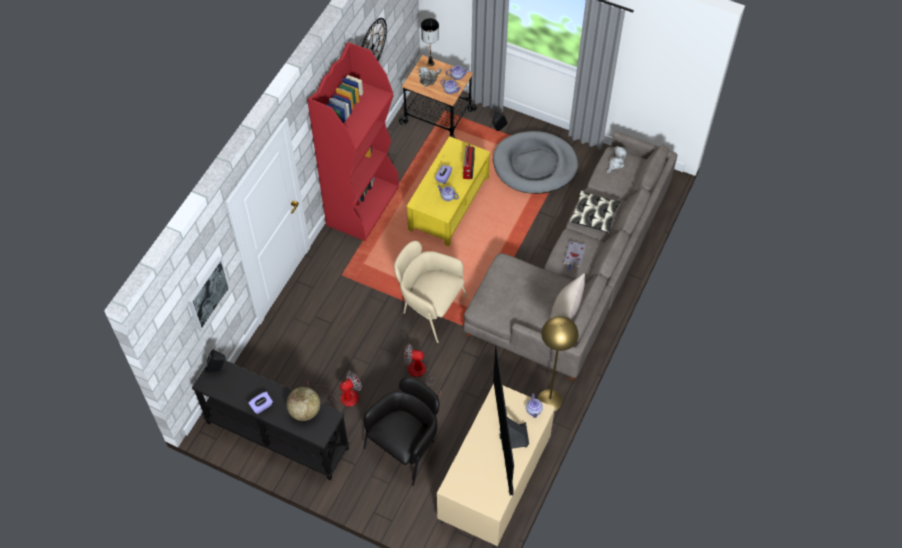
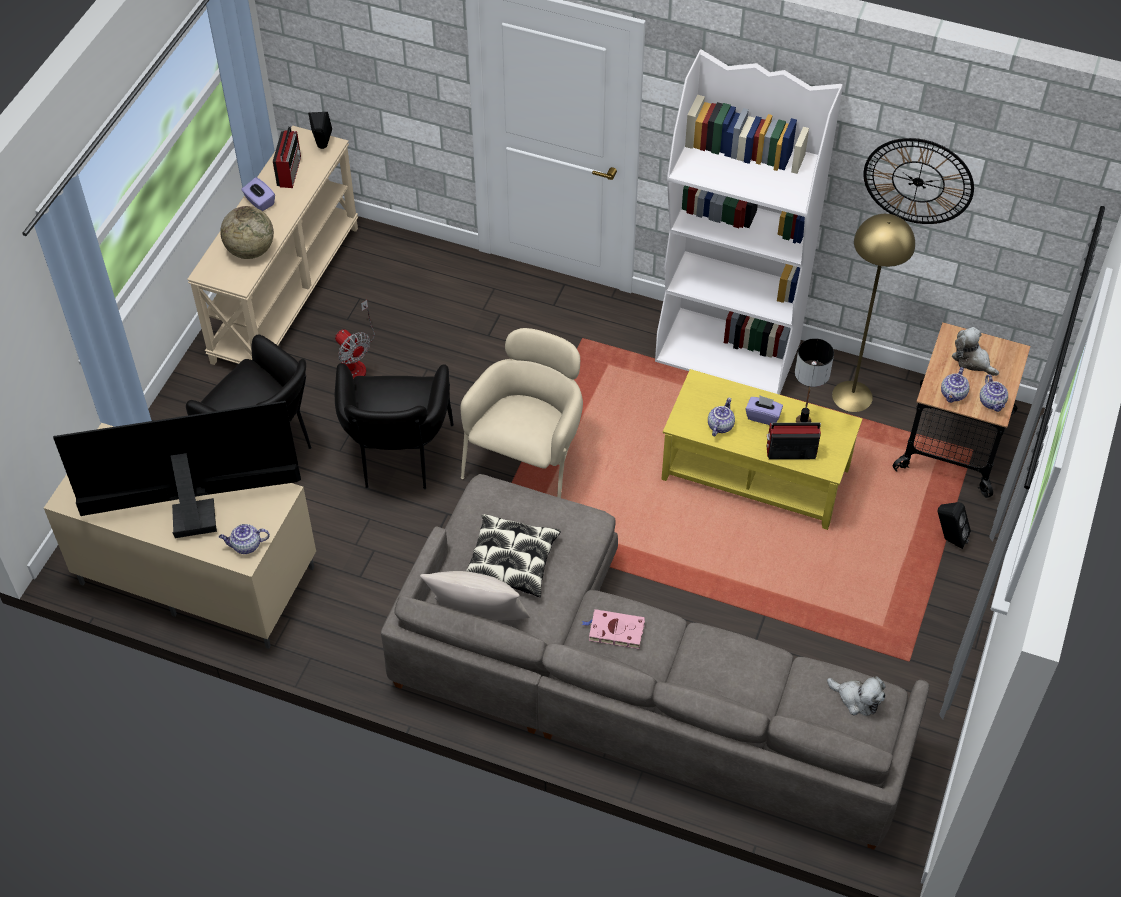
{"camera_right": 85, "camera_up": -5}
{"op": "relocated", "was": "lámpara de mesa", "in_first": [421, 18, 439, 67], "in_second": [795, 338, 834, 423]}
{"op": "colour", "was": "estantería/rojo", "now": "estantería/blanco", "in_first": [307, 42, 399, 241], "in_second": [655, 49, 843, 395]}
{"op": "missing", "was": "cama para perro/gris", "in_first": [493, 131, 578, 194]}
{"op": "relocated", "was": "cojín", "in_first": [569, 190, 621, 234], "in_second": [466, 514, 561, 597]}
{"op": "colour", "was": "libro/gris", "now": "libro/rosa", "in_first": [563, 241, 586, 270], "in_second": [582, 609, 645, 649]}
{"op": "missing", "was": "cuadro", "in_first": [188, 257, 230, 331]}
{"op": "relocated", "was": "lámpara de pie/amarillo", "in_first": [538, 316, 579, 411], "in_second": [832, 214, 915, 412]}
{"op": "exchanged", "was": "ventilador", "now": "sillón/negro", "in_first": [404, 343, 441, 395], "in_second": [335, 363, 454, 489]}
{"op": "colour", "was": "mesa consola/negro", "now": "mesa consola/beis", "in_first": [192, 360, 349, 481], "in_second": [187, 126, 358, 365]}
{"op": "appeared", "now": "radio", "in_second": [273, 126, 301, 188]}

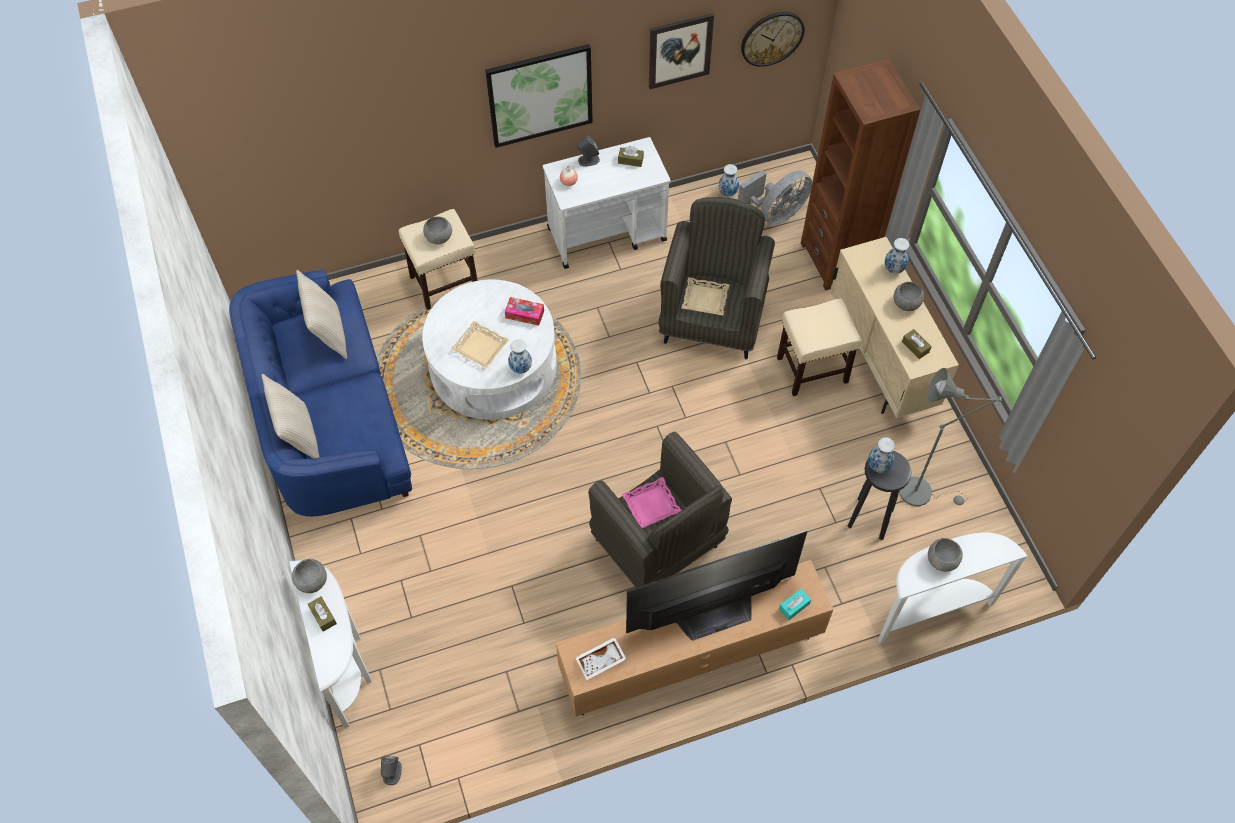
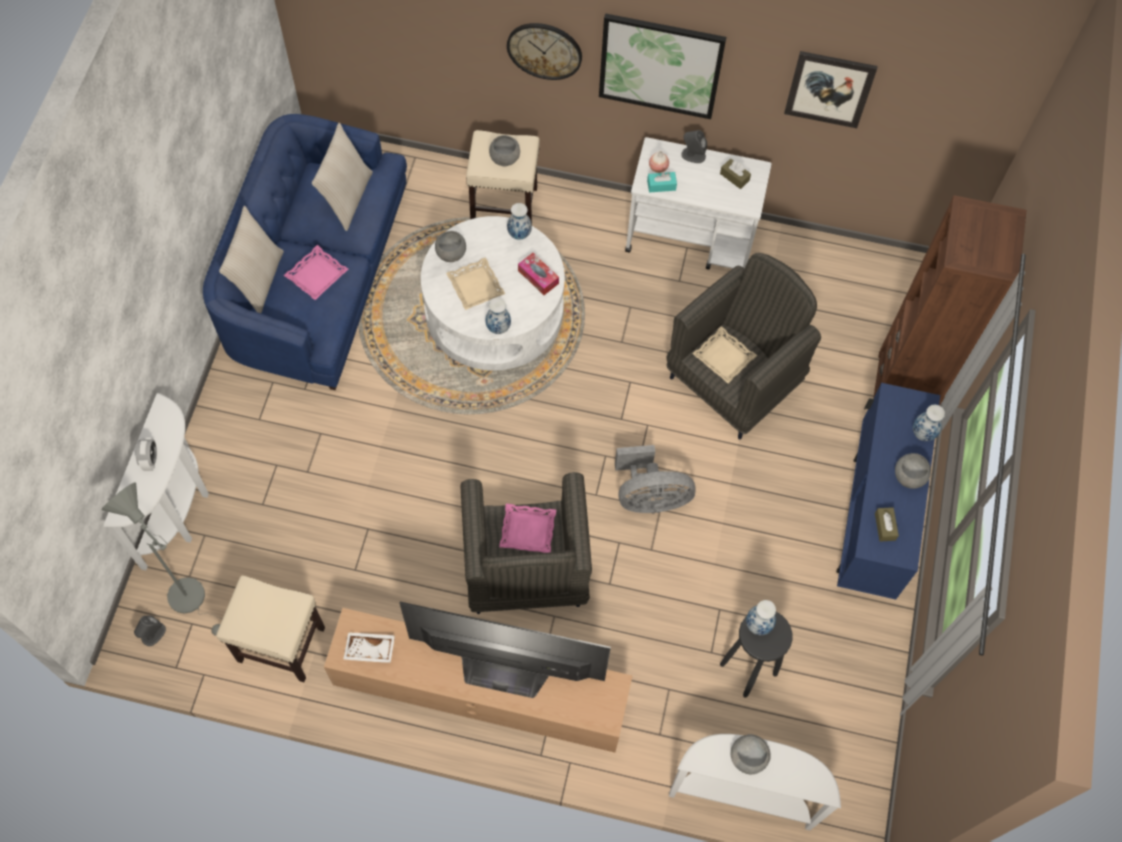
{"camera_right": 30, "camera_up": 5}
{"op": "relocated", "was": "reloj de pared", "in_first": [741, 12, 804, 67], "in_second": [507, 23, 582, 80]}
{"op": "relocated", "was": "florero", "in_first": [719, 164, 739, 196], "in_second": [507, 203, 532, 240]}
{"op": "relocated", "was": "ventilador/gris", "in_first": [738, 170, 812, 225], "in_second": [615, 445, 695, 514]}
{"op": "colour", "was": "armario/beis", "now": "armario/azul", "in_first": [830, 237, 959, 419], "in_second": [836, 383, 940, 600]}
{"op": "relocated", "was": "taburete/beis", "in_first": [777, 298, 862, 396], "in_second": [216, 575, 325, 682]}
{"op": "relocated", "was": "lámpara de pie/gris", "in_first": [899, 368, 1002, 506], "in_second": [102, 482, 221, 636]}
{"op": "relocated", "was": "cuenco/gris", "in_first": [292, 559, 327, 593], "in_second": [435, 231, 466, 262]}
{"op": "relocated", "was": "caja de pañuelos/turquesa", "in_first": [779, 589, 811, 620], "in_second": [647, 172, 677, 193]}
{"op": "exchanged", "was": "caja de pañuelos/marrón", "now": "despertador", "in_first": [307, 596, 337, 632], "in_second": [136, 438, 157, 471]}
{"op": "appeared", "now": "bandeja/rosa", "in_second": [284, 245, 348, 300]}

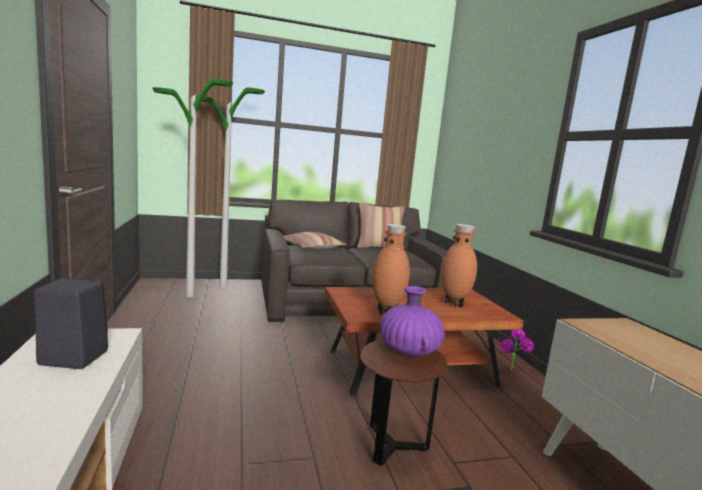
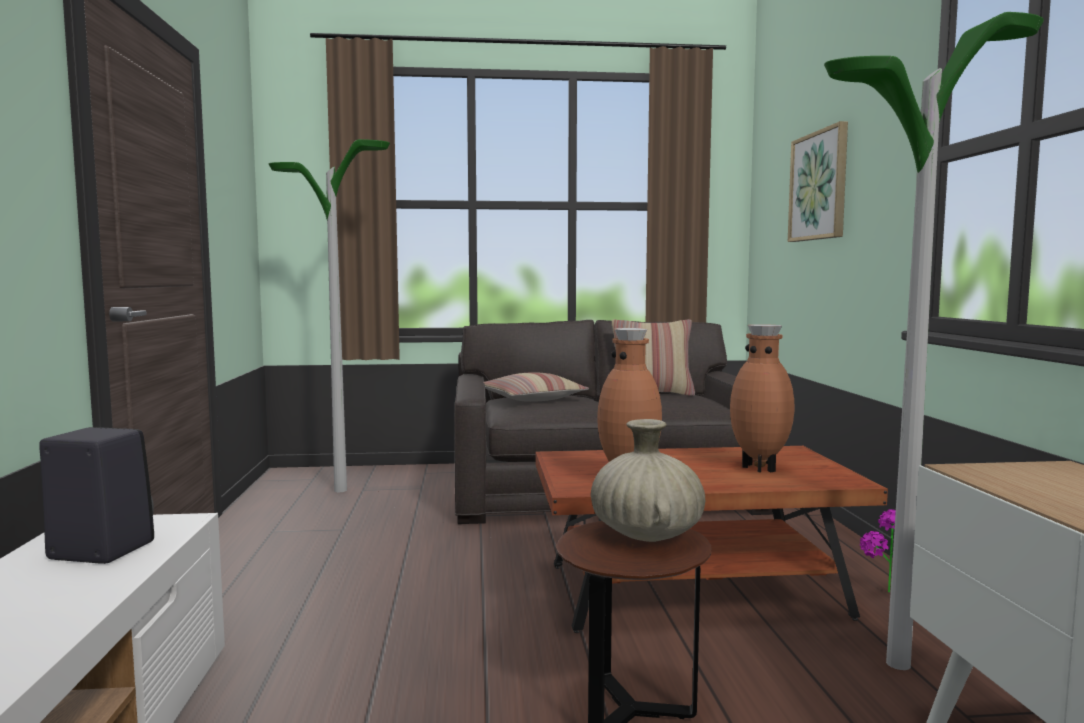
{"camera_right": 10, "camera_up": -5}
{"op": "relocated", "was": "lámpara de pie", "in_first": [197, 87, 265, 288], "in_second": [824, 12, 1044, 670]}
{"op": "colour", "was": "florero/morado", "now": "florero/beis", "in_first": [379, 286, 445, 357], "in_second": [591, 419, 705, 542]}
{"op": "appeared", "now": "cuadro", "in_second": [788, 121, 848, 242]}

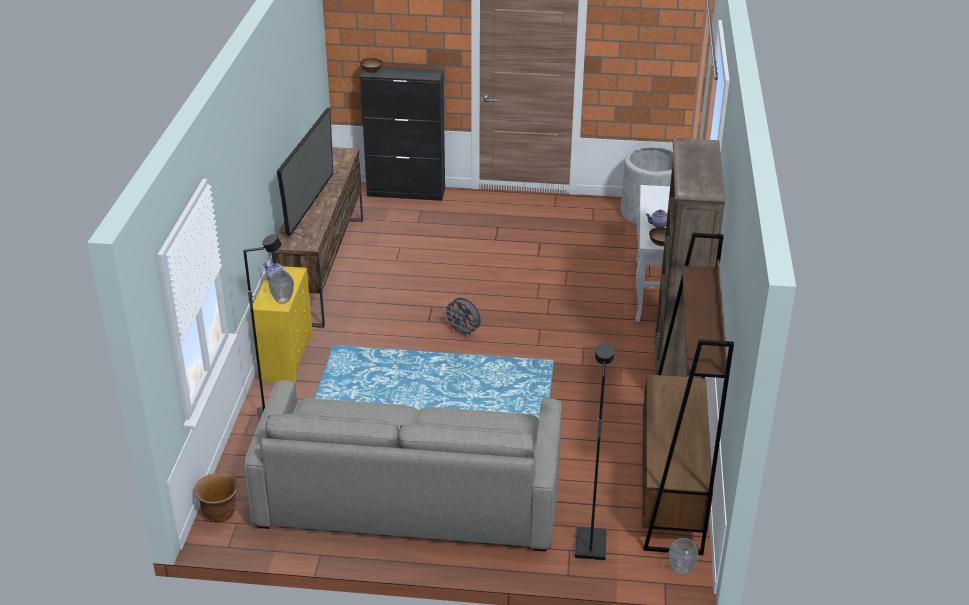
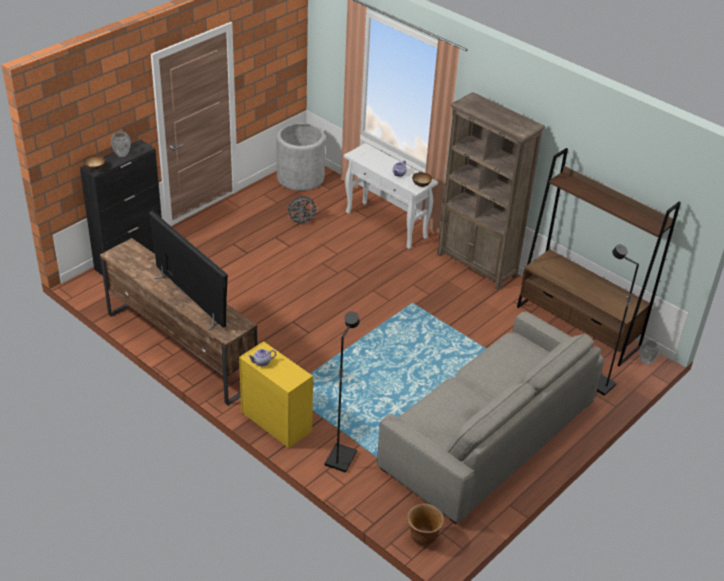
{"camera_right": -55, "camera_up": 5}
{"op": "relocated", "was": "florero", "in_first": [268, 271, 294, 304], "in_second": [111, 131, 131, 157]}
{"op": "relocated", "was": "ventilador/gris", "in_first": [444, 298, 481, 337], "in_second": [287, 197, 318, 225]}

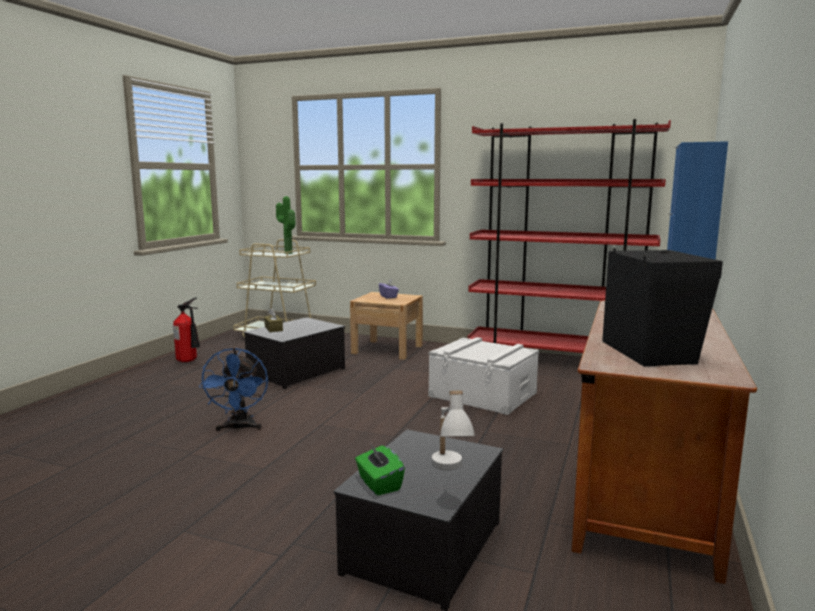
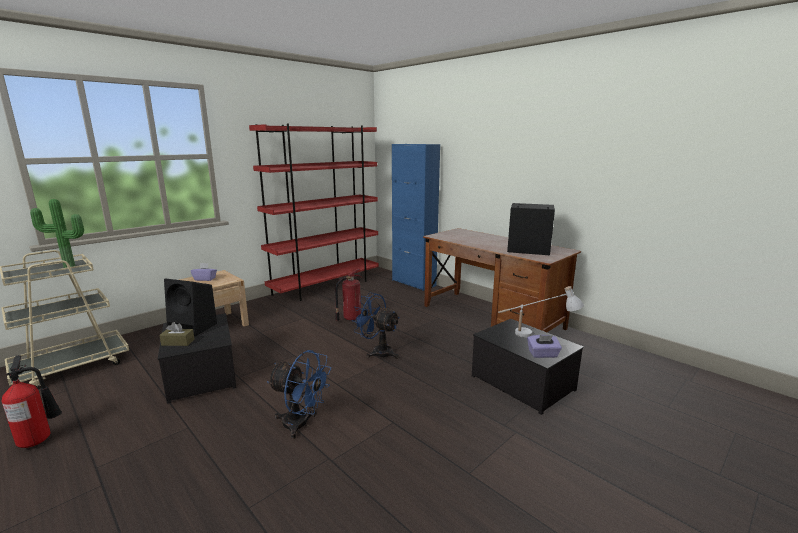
{"camera_right": -65, "camera_up": 5}
{"op": "exchanged", "was": "caja de almacenaje/blanco", "now": "extintor", "in_first": [428, 337, 539, 415], "in_second": [335, 268, 362, 321]}
{"op": "colour", "was": "caja de pañuelos/verde", "now": "caja de pañuelos/morado", "in_first": [355, 443, 405, 496], "in_second": [527, 335, 562, 358]}
{"op": "appeared", "now": "altavoz/negro", "in_second": [164, 278, 217, 337]}
{"op": "appeared", "now": "ventilador/azul", "in_second": [353, 293, 400, 359]}

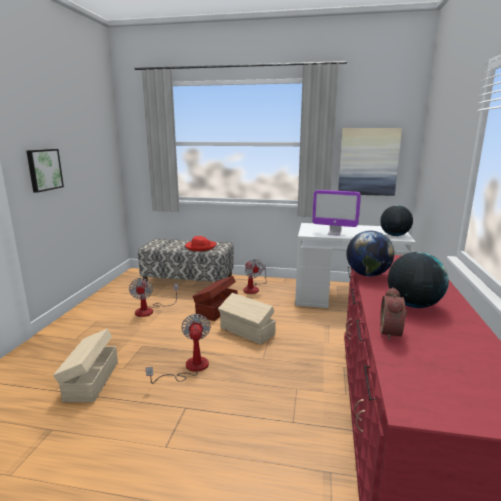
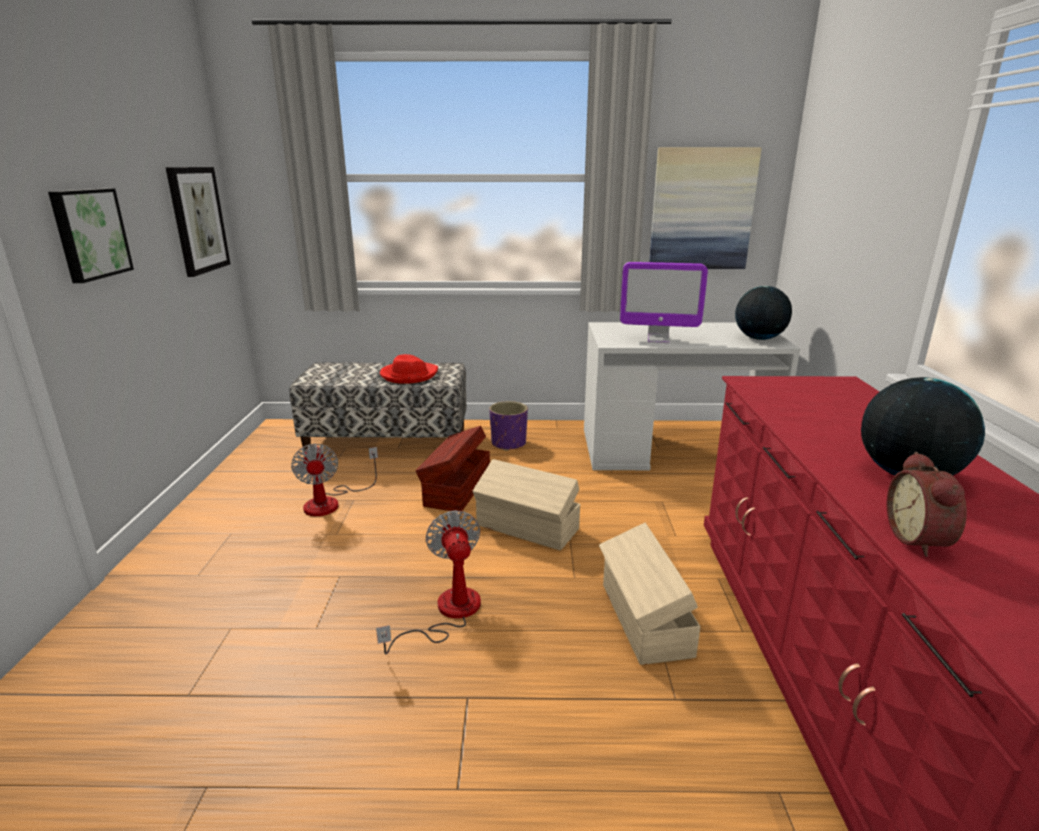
{"camera_right": -10, "camera_up": 5}
{"op": "missing", "was": "globo terráqueo", "in_first": [346, 231, 394, 277]}
{"op": "exchanged", "was": "ventilador", "now": "maceta/morado", "in_first": [243, 259, 267, 294], "in_second": [489, 401, 528, 451]}
{"op": "relocated", "was": "caja de almacenaje/beis", "in_first": [53, 329, 118, 402], "in_second": [599, 523, 700, 665]}
{"op": "appeared", "now": "cuadro", "in_second": [166, 167, 230, 277]}

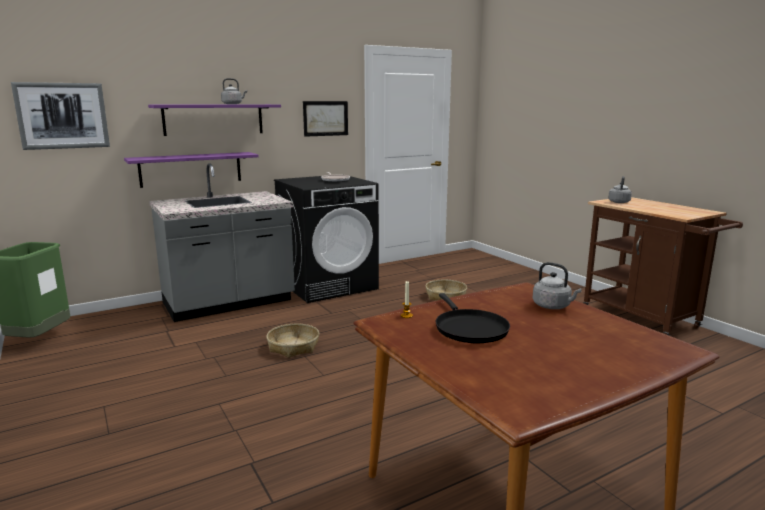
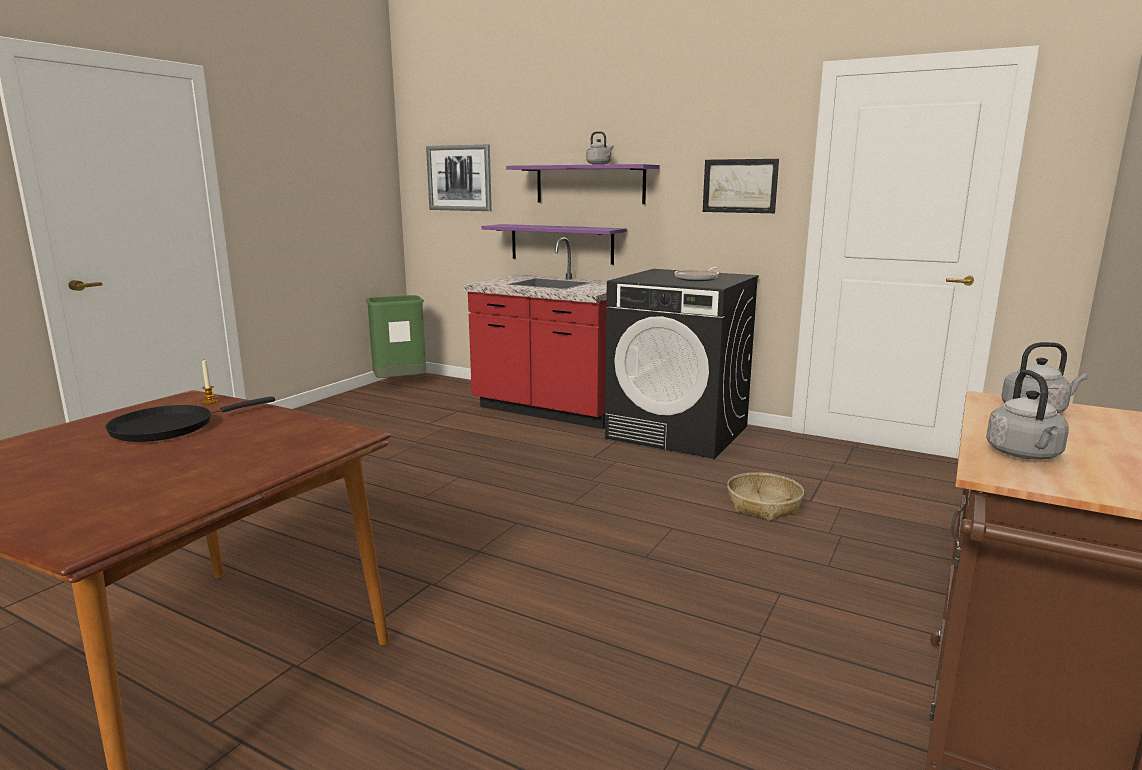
{"camera_right": 60, "camera_up": 0}
{"op": "colour", "was": "mueble bajo de cocina/gris", "now": "mueble bajo de cocina/rojo", "in_first": [149, 163, 295, 322], "in_second": [463, 237, 609, 429]}
{"op": "relocated", "was": "hervidor/gris", "in_first": [533, 262, 582, 309], "in_second": [986, 370, 1069, 460]}
{"op": "missing", "was": "cesta", "in_first": [266, 324, 319, 358]}

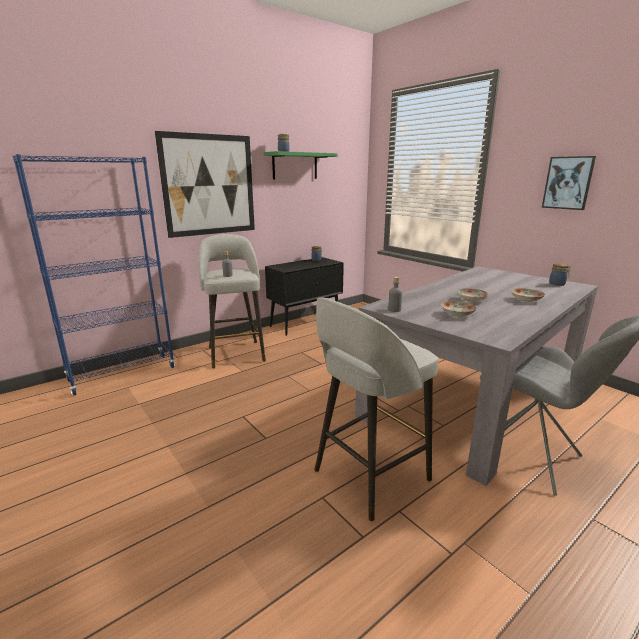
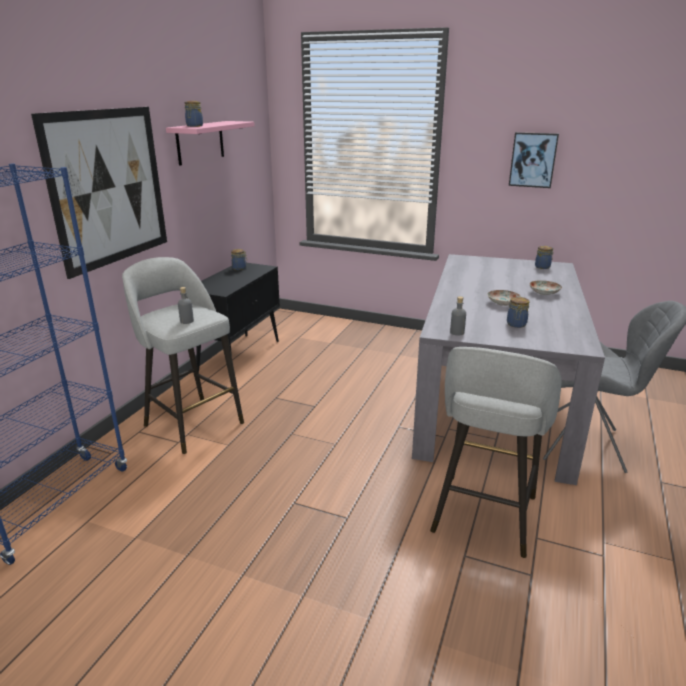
{"camera_right": -30, "camera_up": 5}
{"op": "colour", "was": "estante/verde", "now": "estante/rosa", "in_first": [264, 151, 338, 179], "in_second": [166, 121, 255, 166]}
{"op": "exchanged", "was": "plato", "now": "tarro", "in_first": [441, 301, 477, 317], "in_second": [507, 297, 530, 328]}

